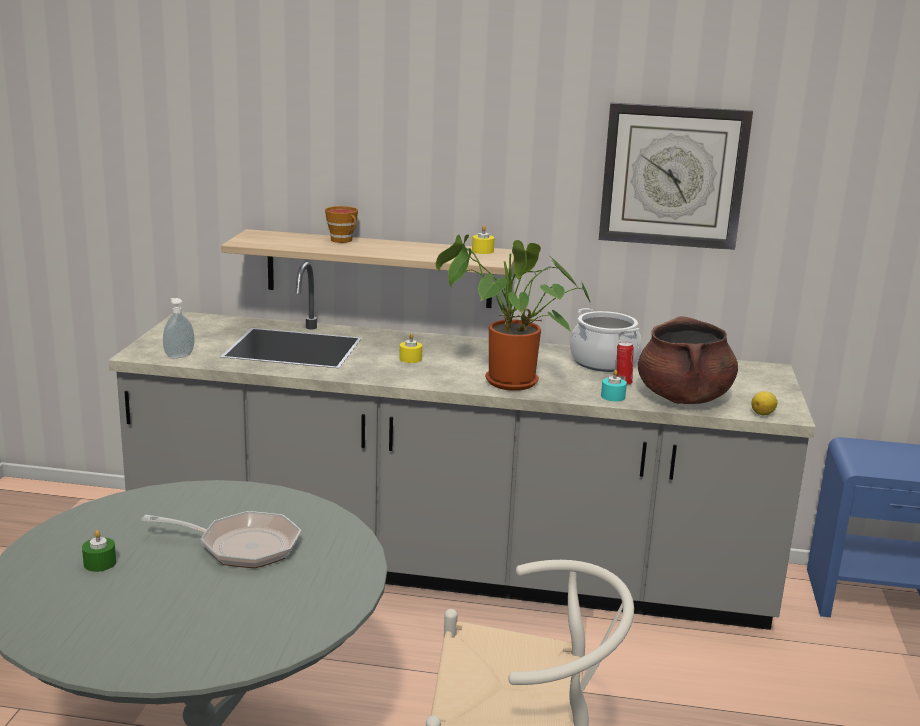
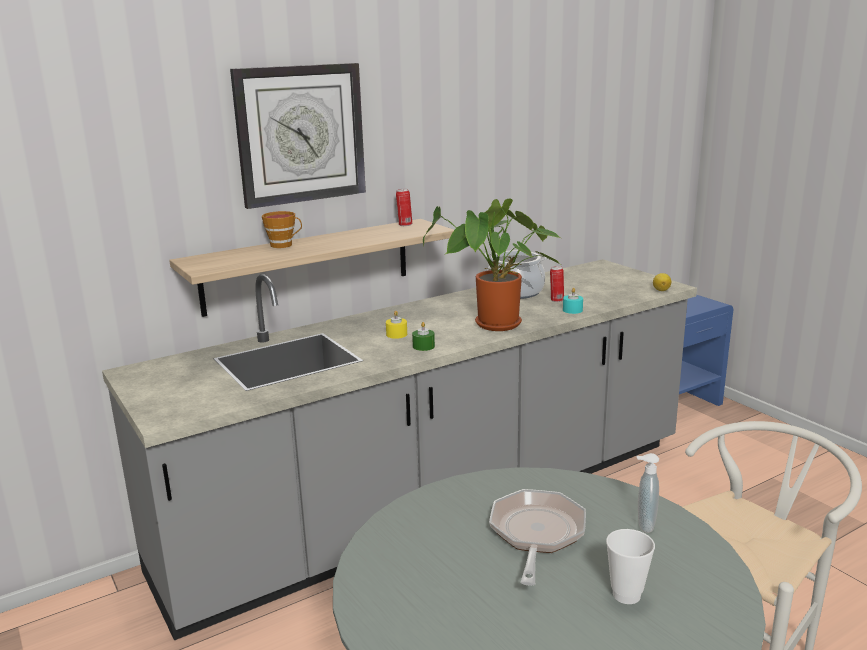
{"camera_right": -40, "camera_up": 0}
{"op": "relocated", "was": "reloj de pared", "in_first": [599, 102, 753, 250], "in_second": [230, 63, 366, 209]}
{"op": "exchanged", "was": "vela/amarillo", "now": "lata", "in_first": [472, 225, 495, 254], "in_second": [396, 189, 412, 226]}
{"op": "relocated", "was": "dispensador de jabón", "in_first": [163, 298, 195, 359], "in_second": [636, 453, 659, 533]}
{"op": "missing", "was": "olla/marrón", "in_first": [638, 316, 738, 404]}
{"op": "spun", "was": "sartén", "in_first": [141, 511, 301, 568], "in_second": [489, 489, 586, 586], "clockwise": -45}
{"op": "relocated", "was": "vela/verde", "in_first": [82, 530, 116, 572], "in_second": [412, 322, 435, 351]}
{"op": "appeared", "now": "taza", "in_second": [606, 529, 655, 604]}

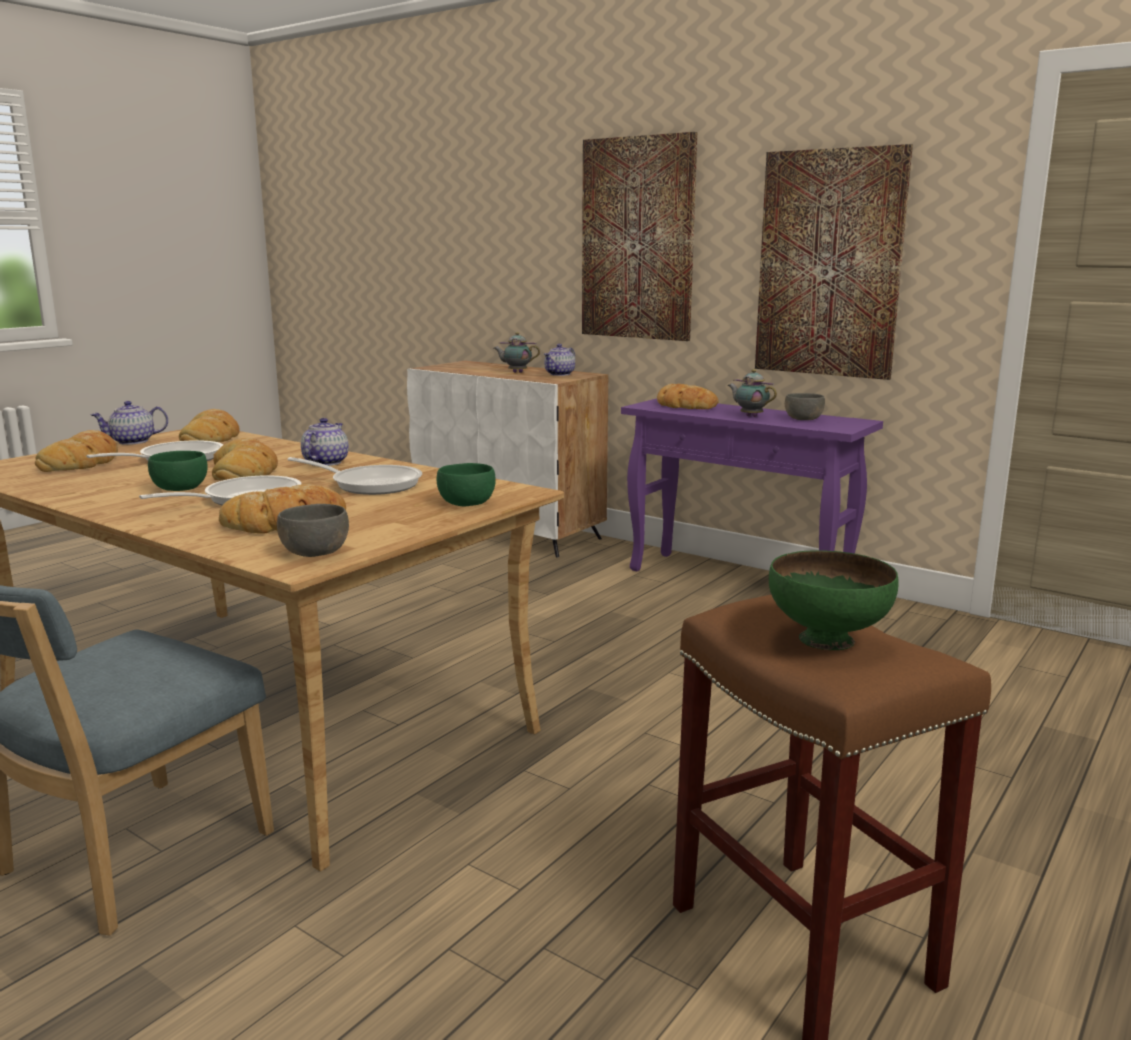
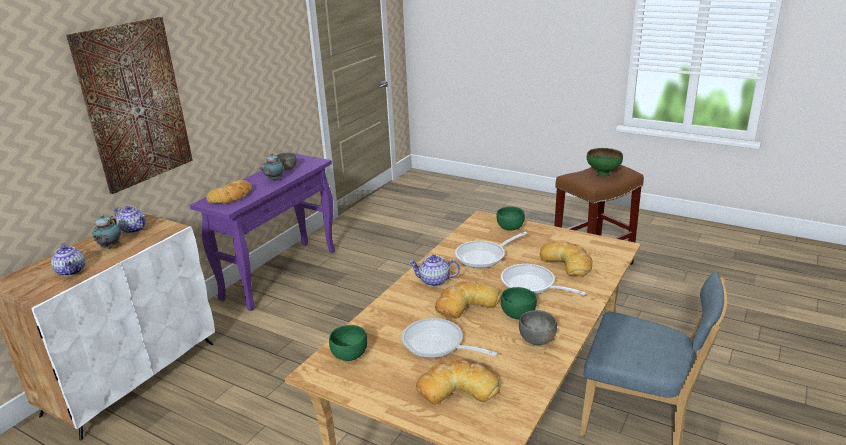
{"camera_right": -95, "camera_up": 10}
{"op": "missing", "was": "cuadro", "in_first": [755, 144, 913, 380]}
{"op": "relocated", "was": "tetera", "in_first": [91, 401, 168, 445], "in_second": [51, 243, 85, 276]}
{"op": "exchanged", "was": "pan", "now": "cuenco/verde", "in_first": [179, 409, 240, 442], "in_second": [329, 325, 367, 361]}
{"op": "spun", "was": "sartén", "in_first": [287, 457, 422, 495], "in_second": [455, 232, 527, 268], "clockwise": -135}
{"op": "relocated", "was": "cuenco/gris", "in_first": [277, 504, 349, 557], "in_second": [519, 310, 557, 345]}

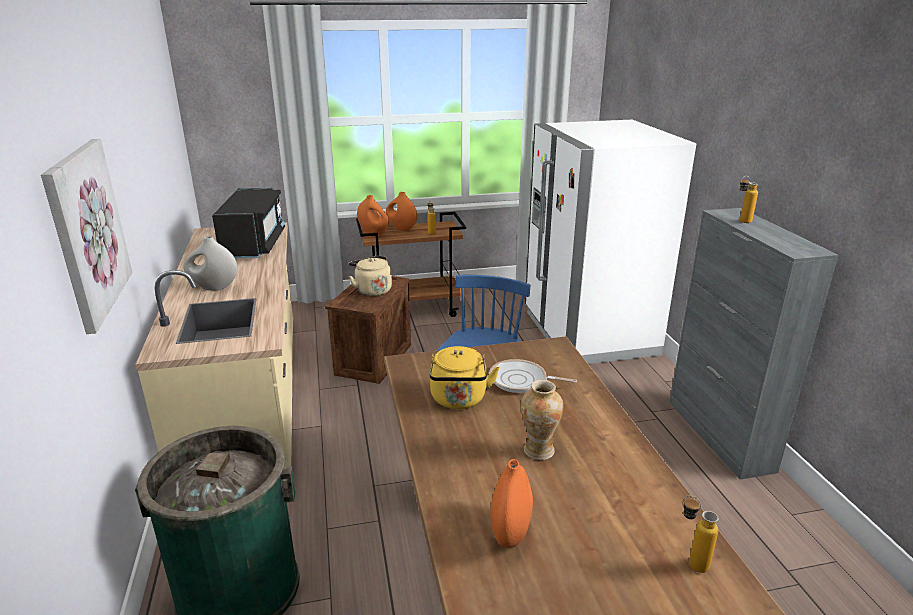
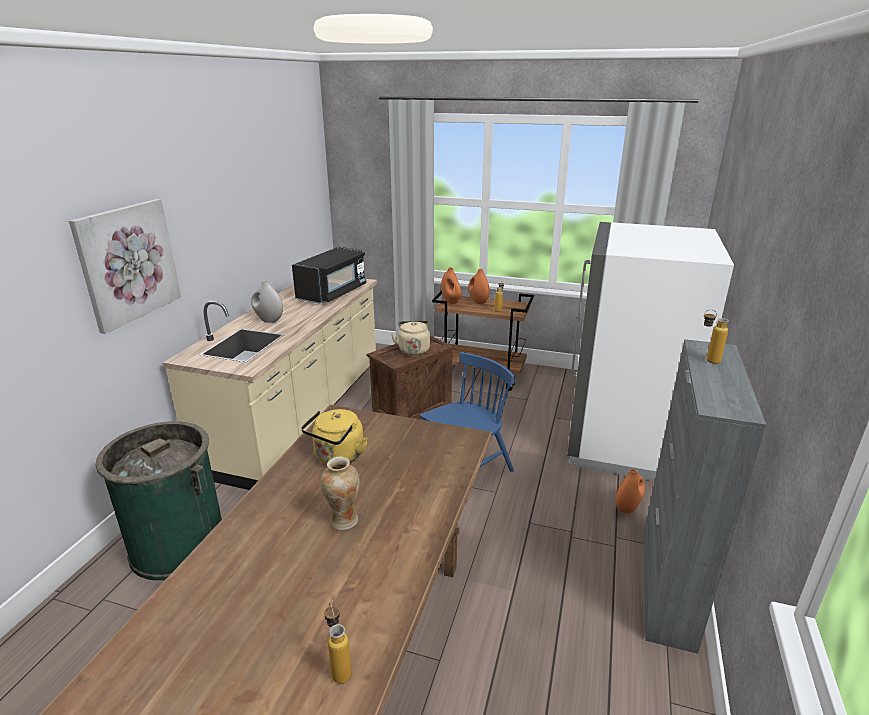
{"camera_right": 30, "camera_up": 0}
{"op": "missing", "was": "sartén", "in_first": [489, 359, 577, 393]}
{"op": "relocated", "was": "florero/naranja", "in_first": [490, 459, 533, 548], "in_second": [616, 469, 645, 514]}

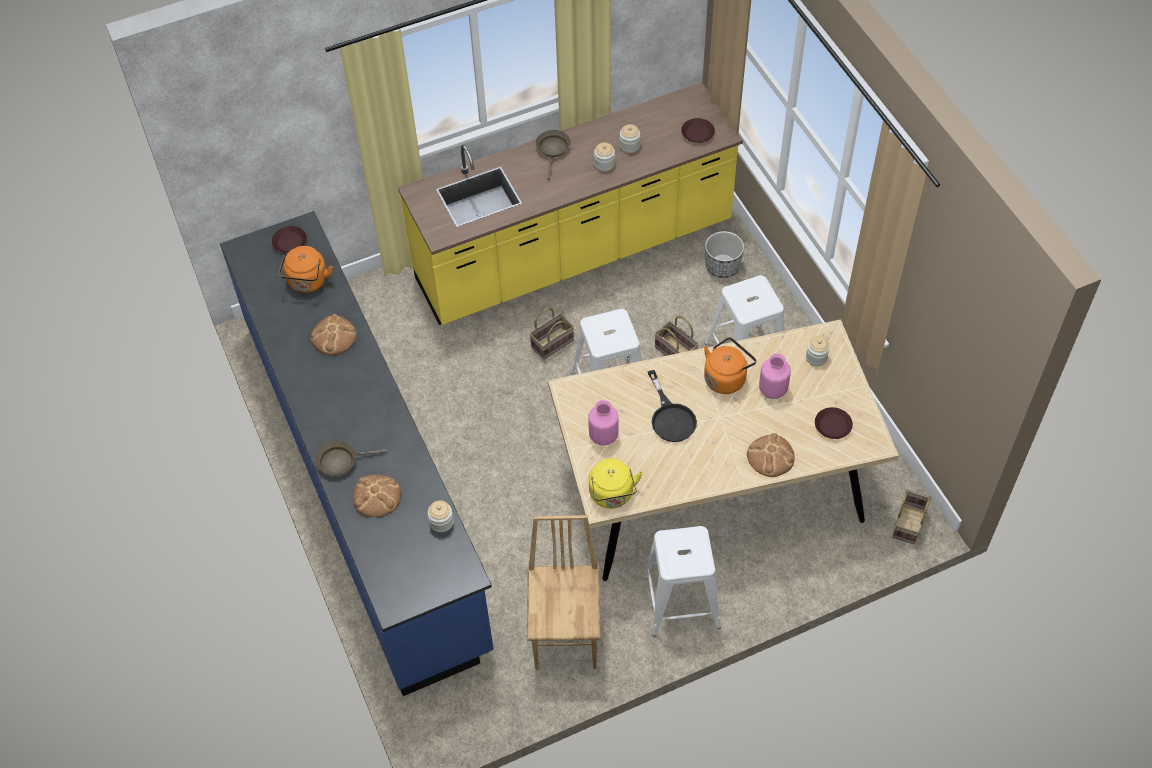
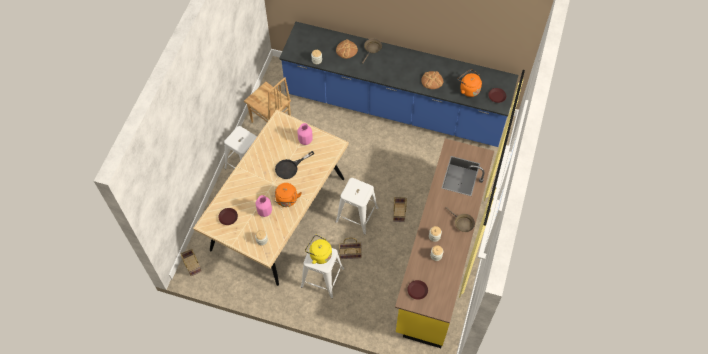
{"camera_right": 130, "camera_up": 5}
{"op": "missing", "was": "maceta", "in_first": [705, 231, 744, 278]}
{"op": "spun", "was": "sartén/negro", "in_first": [648, 370, 697, 442], "in_second": [275, 151, 314, 179], "clockwise": -60}
{"op": "missing", "was": "pan", "in_first": [747, 433, 795, 477]}
{"op": "relocated", "was": "hervidor/amarillo", "in_first": [589, 458, 643, 509], "in_second": [305, 235, 332, 264]}

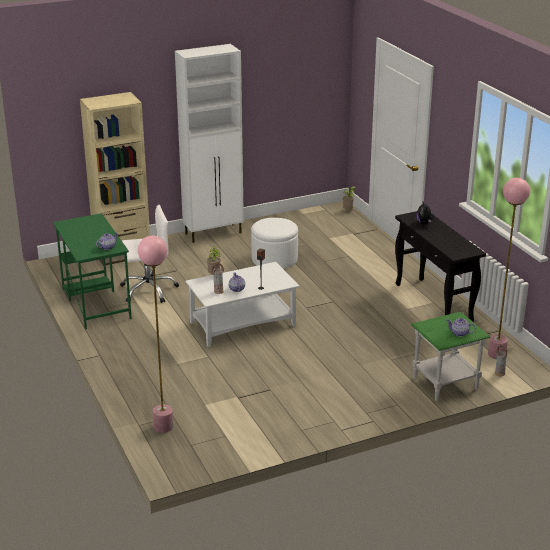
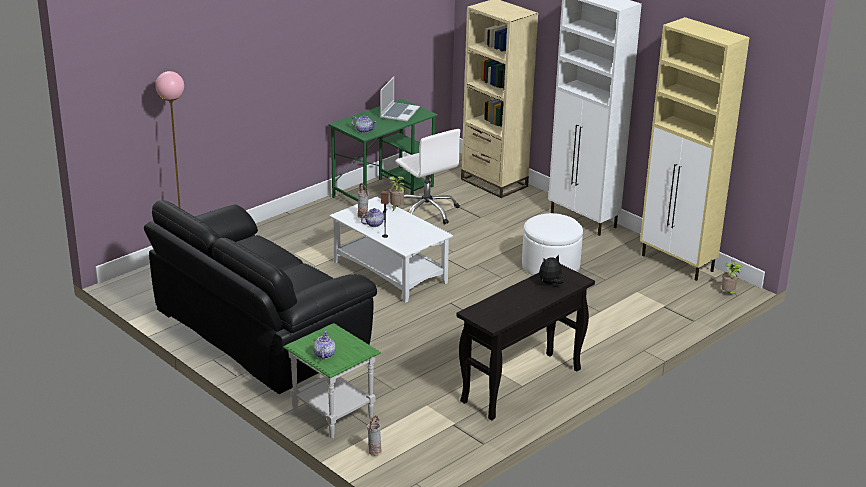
{"camera_right": 70, "camera_up": 0}
{"op": "missing", "was": "lámpara de pie/rosa", "in_first": [488, 178, 530, 359]}
{"op": "appeared", "now": "armario/beis", "in_second": [640, 17, 750, 281]}
{"op": "appeared", "now": "portátil", "in_second": [380, 77, 420, 122]}
{"op": "appeared", "now": "sofá/negro", "in_second": [144, 200, 377, 394]}

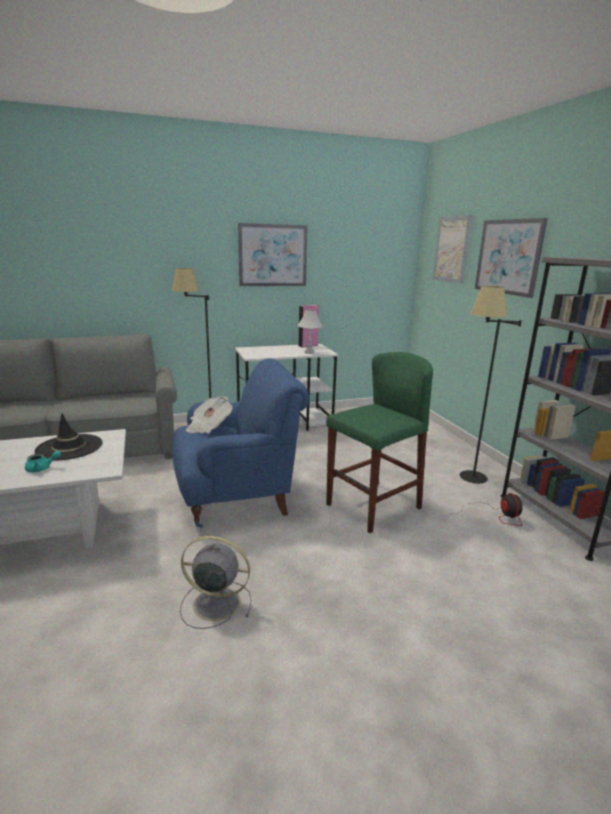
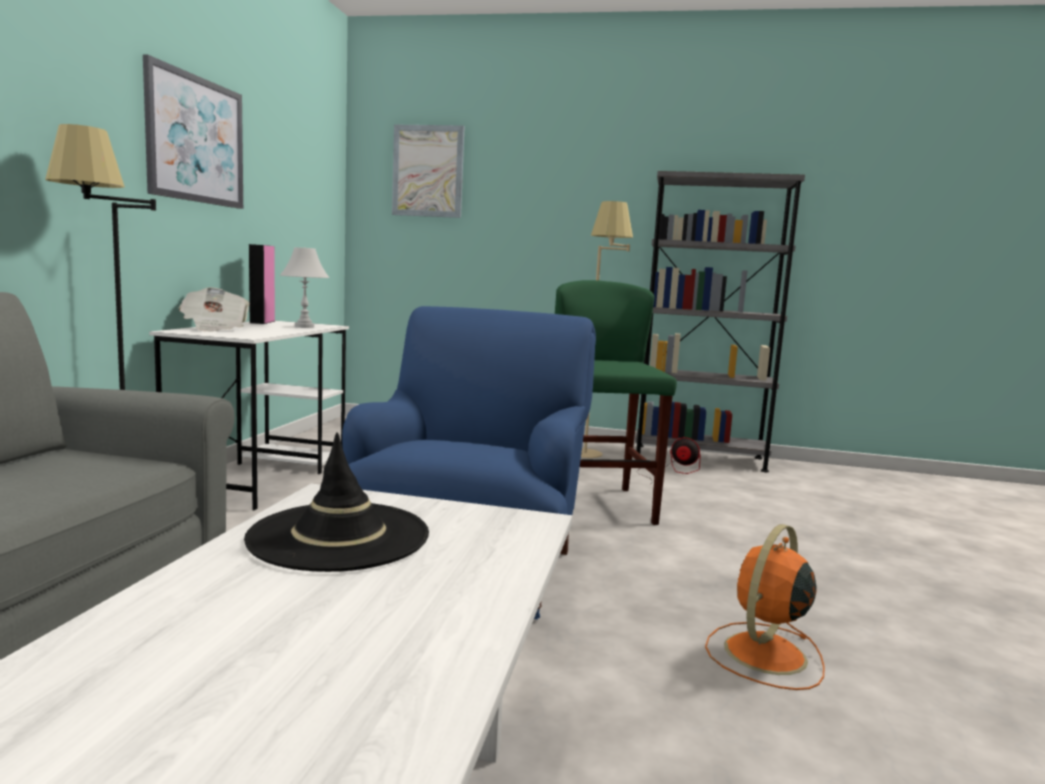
{"camera_right": -60, "camera_up": -10}
{"op": "missing", "was": "cuadro", "in_first": [475, 218, 548, 298]}
{"op": "colour", "was": "lámpara de pie/negro", "now": "lámpara de pie/beis", "in_first": [460, 286, 522, 484], "in_second": [581, 201, 633, 458]}
{"op": "relocated", "was": "periódico", "in_first": [186, 396, 233, 433], "in_second": [178, 287, 250, 332]}
{"op": "missing", "was": "tetera/turquesa", "in_first": [25, 451, 61, 472]}
{"op": "colour", "was": "ventilador/gris", "now": "ventilador/naranja", "in_first": [180, 536, 251, 629], "in_second": [705, 524, 825, 690]}

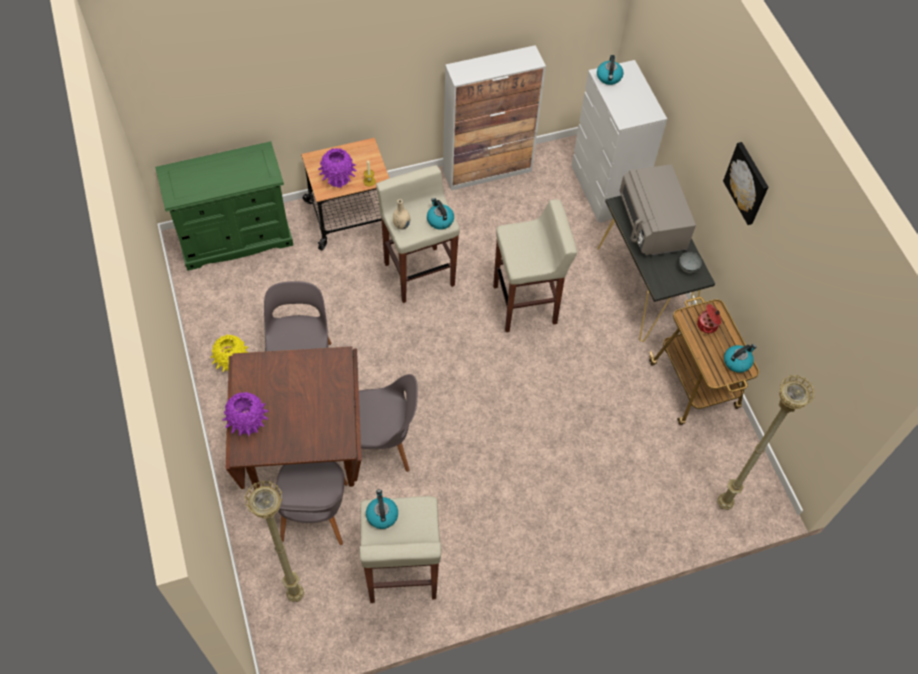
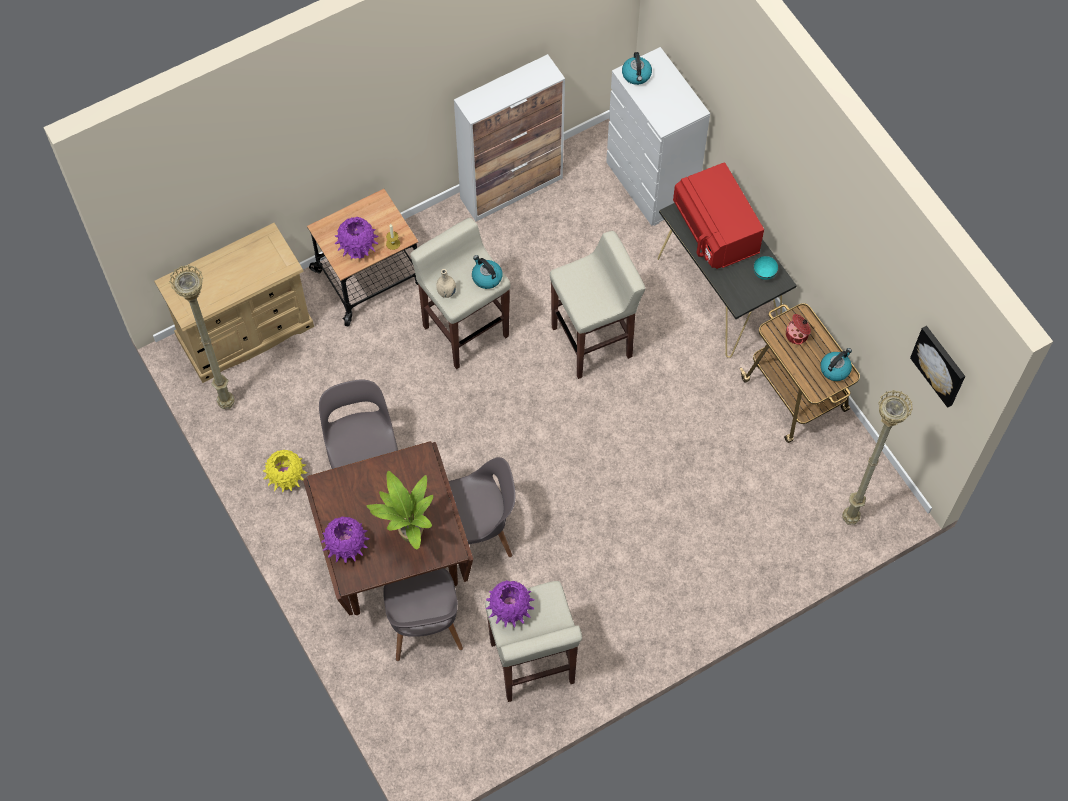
{"camera_right": -10, "camera_up": 5}
{"op": "colour", "was": "cómoda/verde", "now": "cómoda/beis", "in_first": [155, 141, 293, 271], "in_second": [154, 223, 314, 383]}
{"op": "relocated", "was": "cuadro", "in_first": [723, 142, 768, 225], "in_second": [910, 326, 965, 408]}
{"op": "colour", "was": "microondas/gris", "now": "microondas/rojo", "in_first": [620, 164, 696, 256], "in_second": [673, 162, 764, 269]}
{"op": "colour", "was": "cuenco/gris", "now": "cuenco/turquesa", "in_first": [679, 252, 702, 273], "in_second": [753, 256, 779, 280]}
{"op": "relocated", "was": "lámpara de pie/beis", "in_first": [244, 480, 304, 602], "in_second": [169, 265, 235, 409]}
{"op": "exchanged", "was": "hervidor", "now": "florero/morado", "in_first": [366, 489, 398, 529], "in_second": [486, 580, 534, 628]}
{"op": "appeared", "now": "planta en maceta", "in_second": [366, 471, 433, 549]}

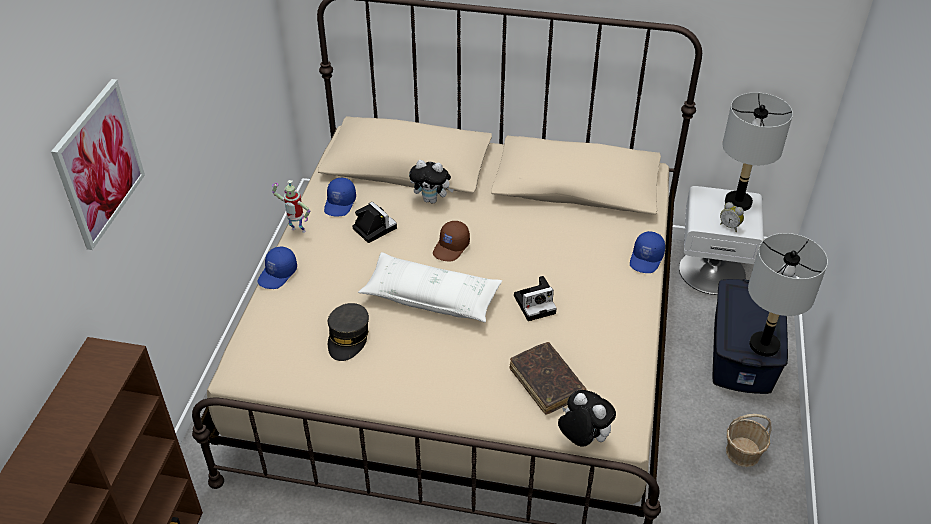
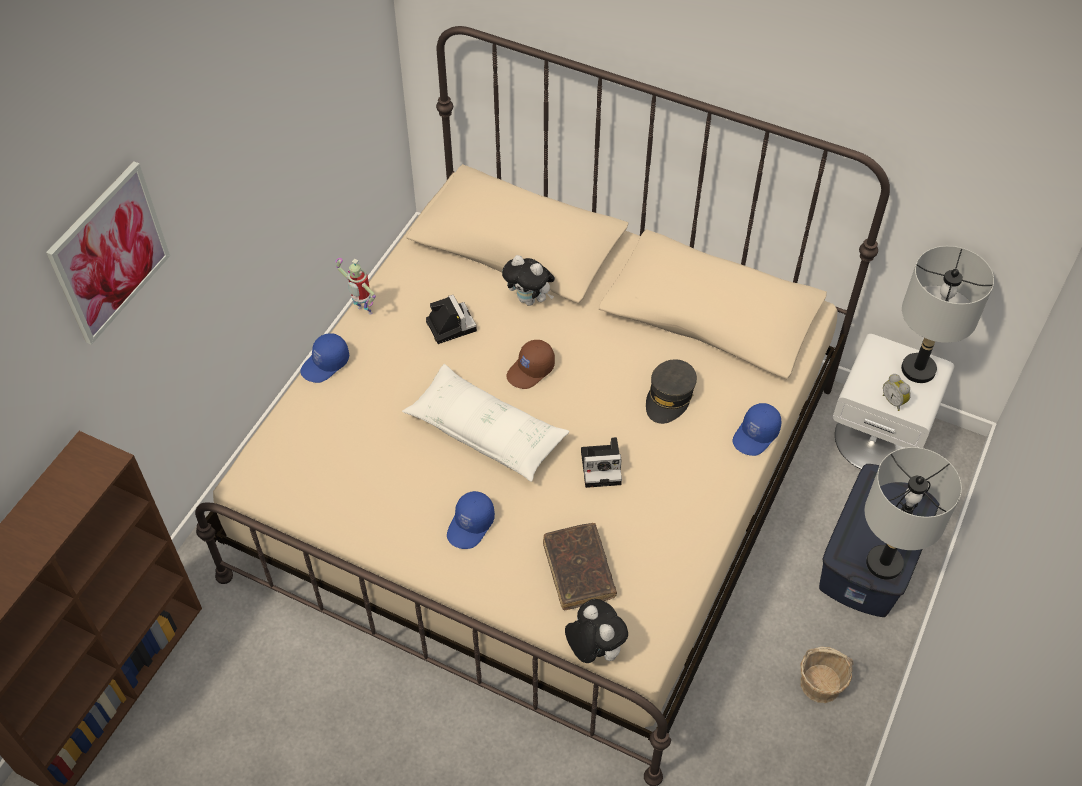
{"camera_right": 15, "camera_up": 10}
{"op": "relocated", "was": "gorra/azul", "in_first": [324, 178, 356, 217], "in_second": [447, 491, 495, 549]}
{"op": "relocated", "was": "gorra/gris", "in_first": [328, 303, 369, 361], "in_second": [646, 359, 697, 424]}

